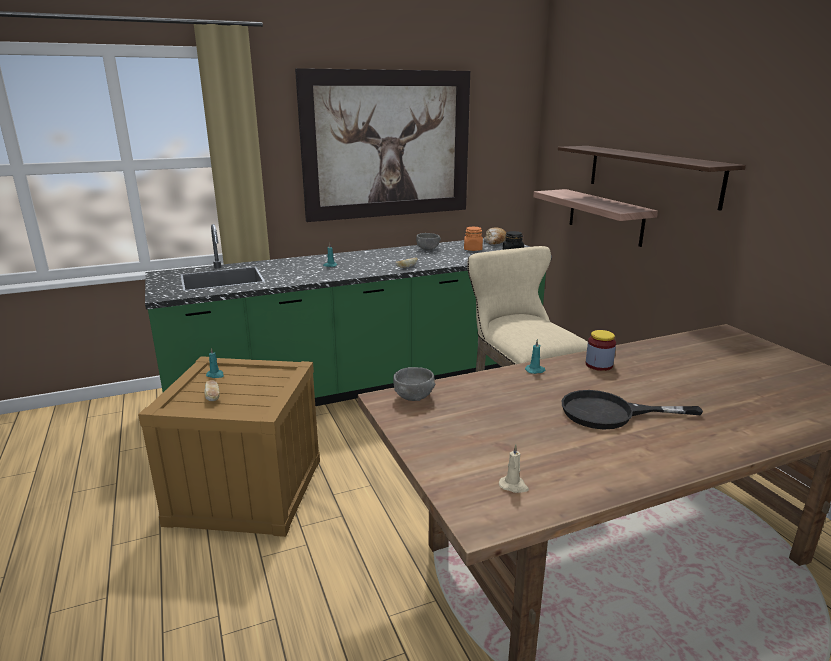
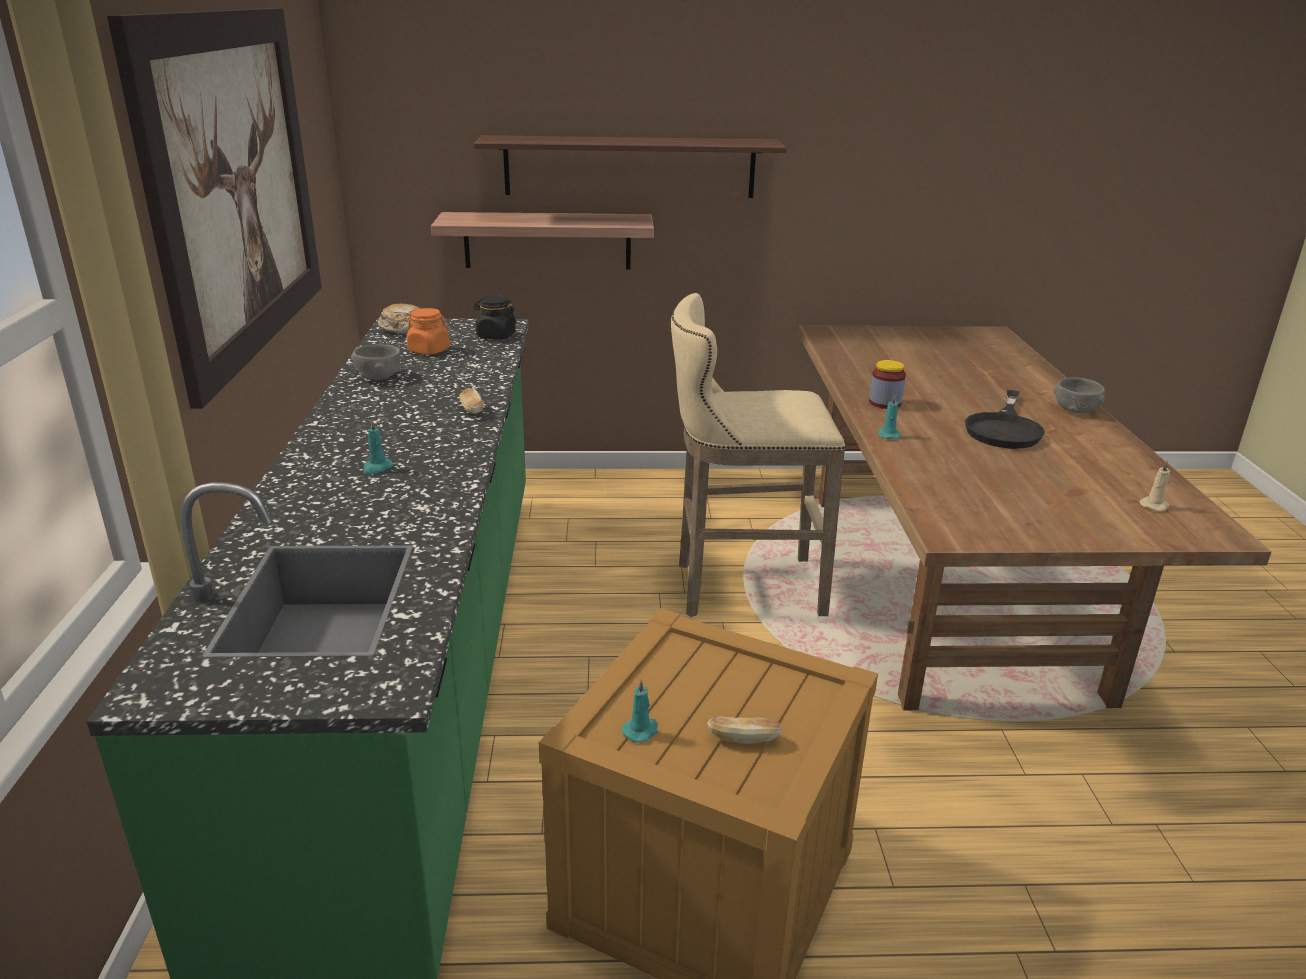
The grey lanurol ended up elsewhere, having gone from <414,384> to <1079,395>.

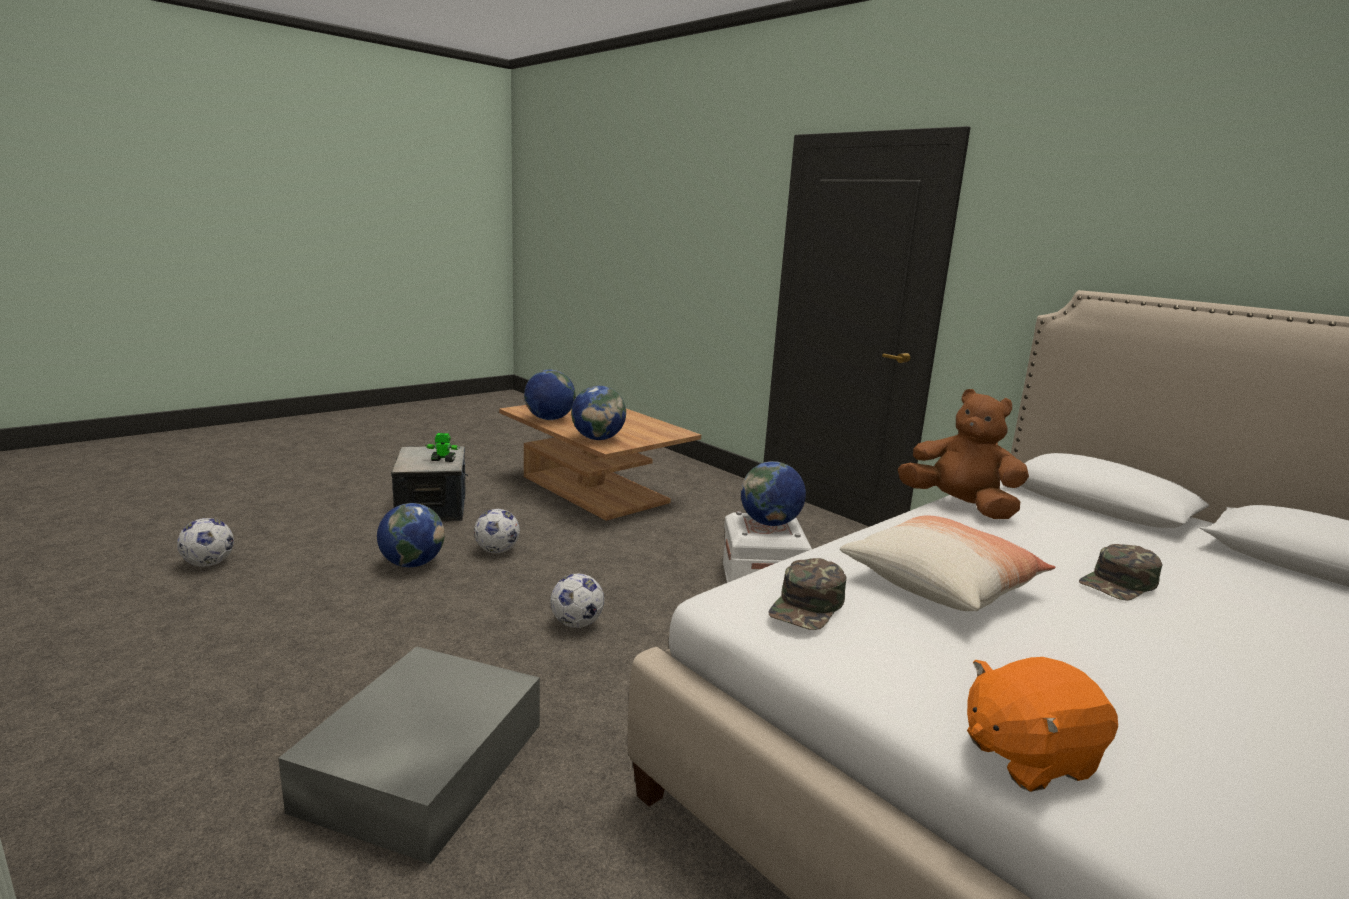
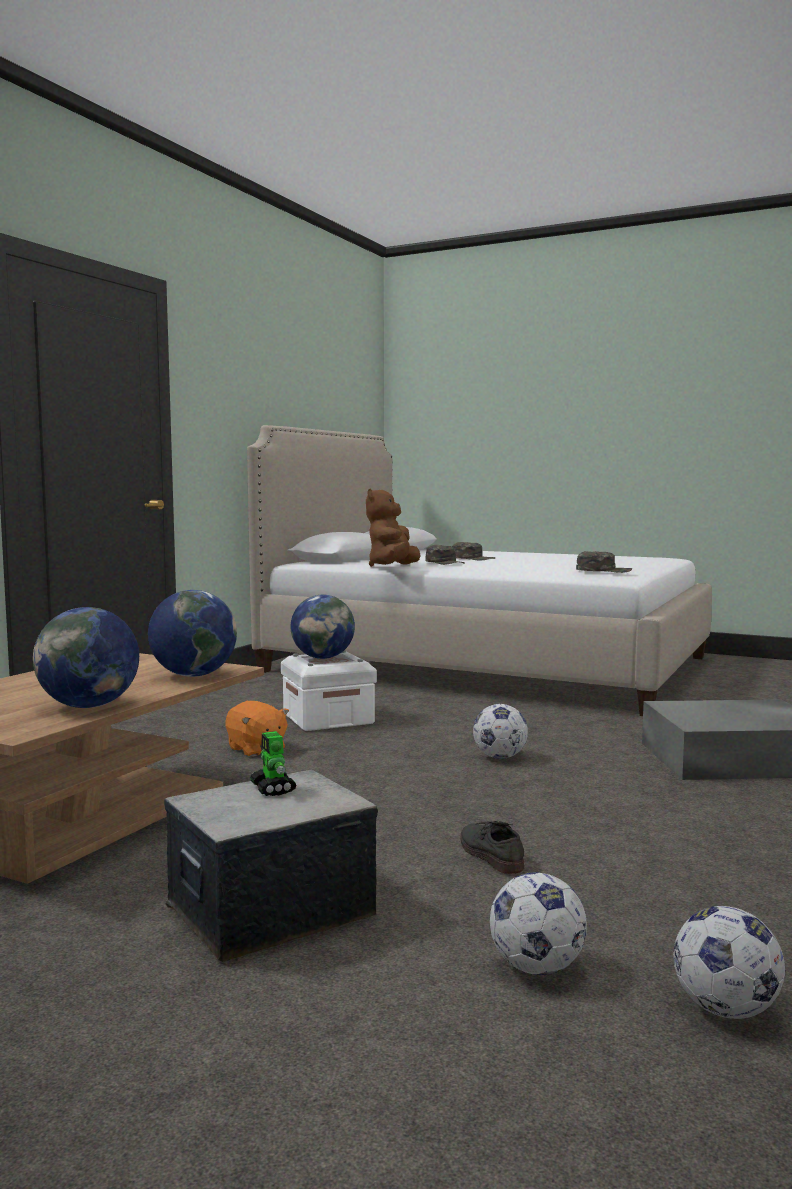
The second view lost the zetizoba at <948,563>. The second view gained the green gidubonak at <444,555>. The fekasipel ended up elsewhere, having gone from <497,531> to <538,923>. The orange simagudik ended up elsewhere, having gone from <1042,724> to <257,729>. Where the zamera stood at <411,535>, the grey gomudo came to stand at <492,847>.

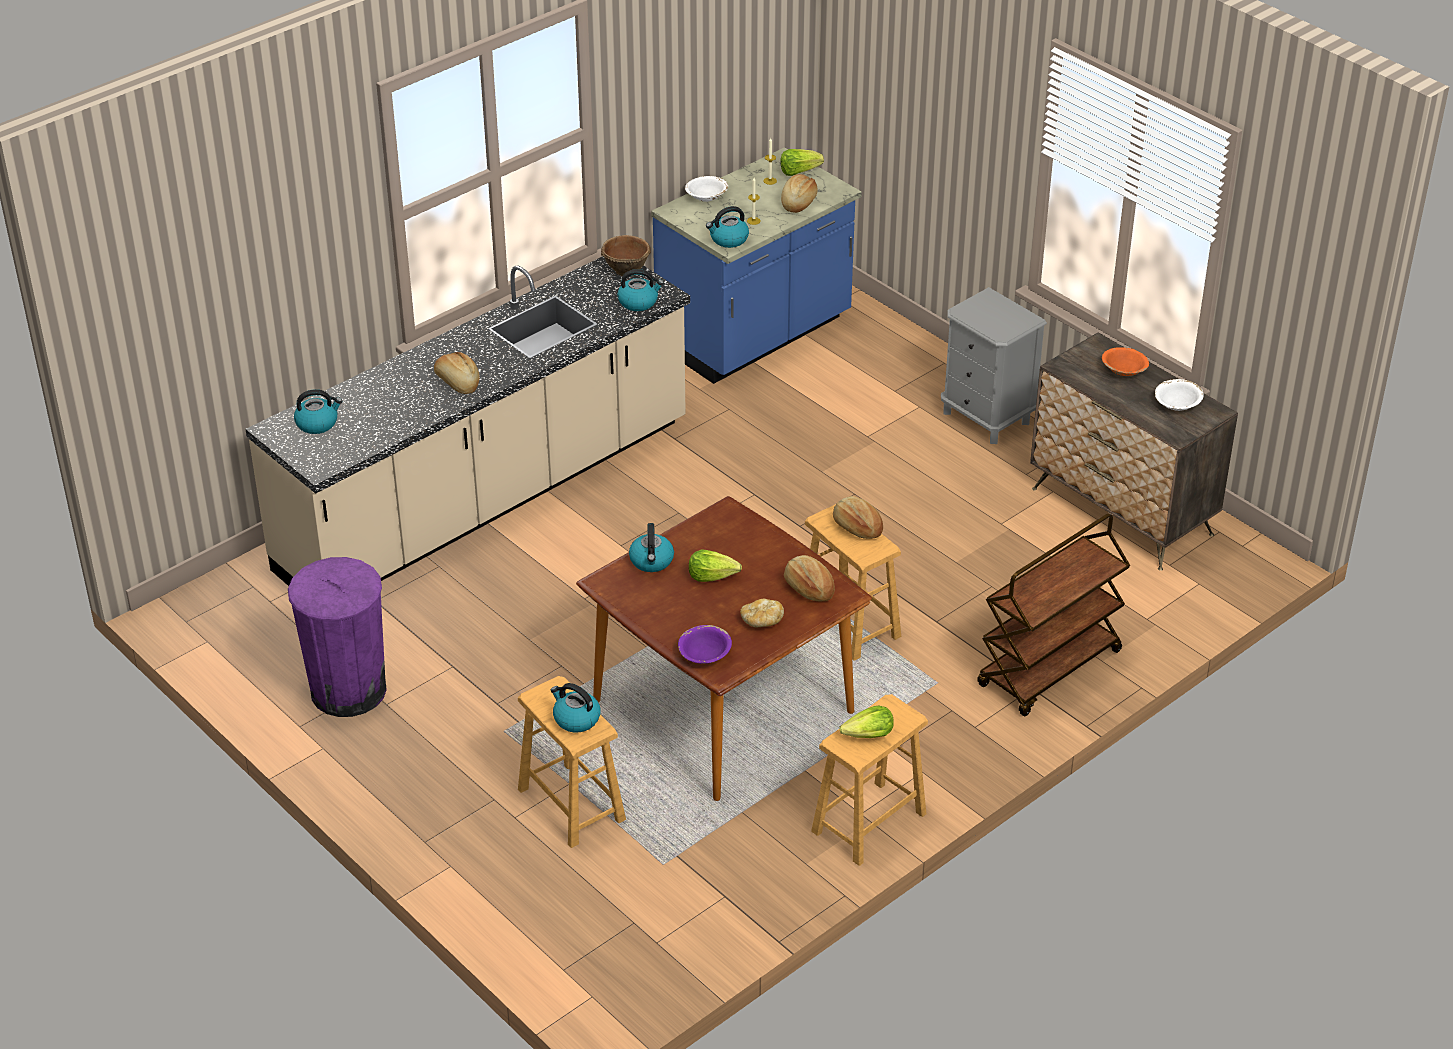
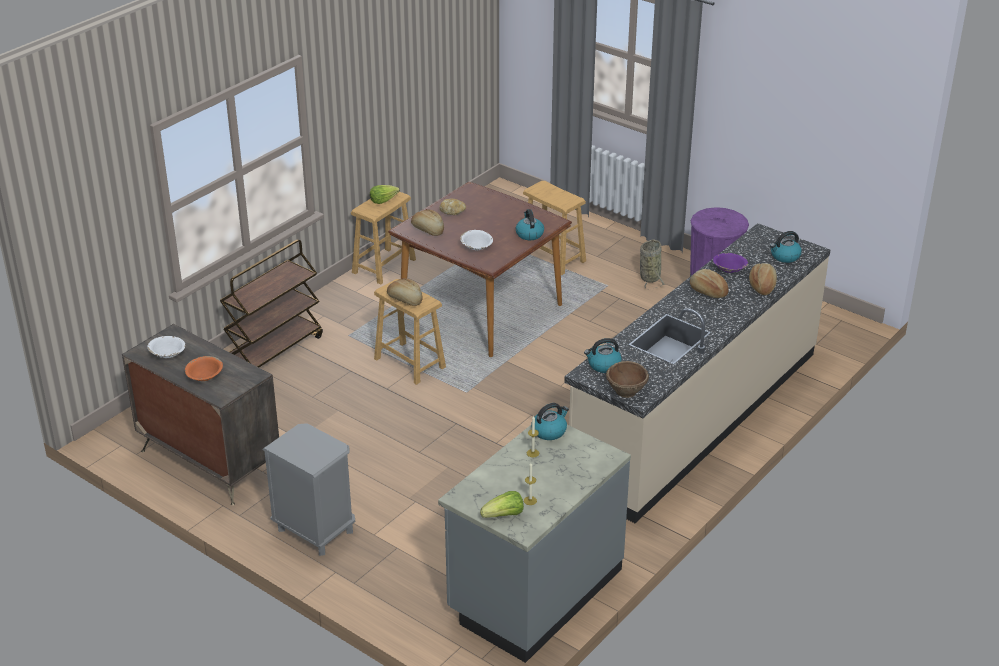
The second view lost the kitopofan at <575,707>. The second view lost the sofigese at <715,565>. The second view gained the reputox at <652,264>. The purple lanurol ended up elsewhere, having gone from <705,644> to <730,263>. The white lanurol ended up elsewhere, having gone from <706,189> to <476,240>. The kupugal ended up elsewhere, having gone from <799,193> to <763,279>. What was the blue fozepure at <756,265> turned into the grey fozepure at <534,544>.

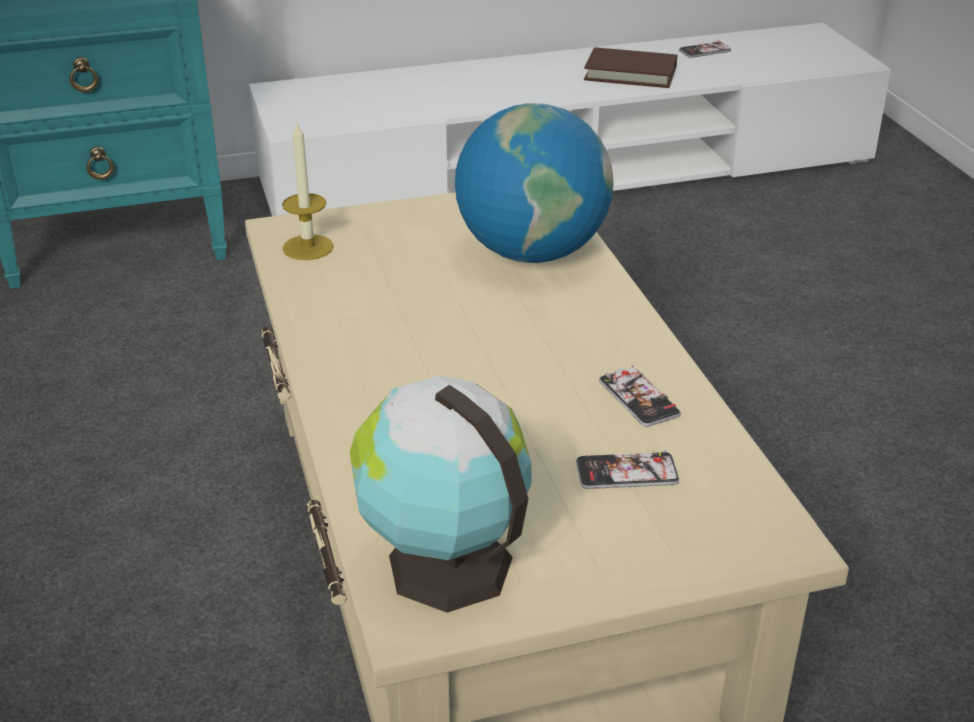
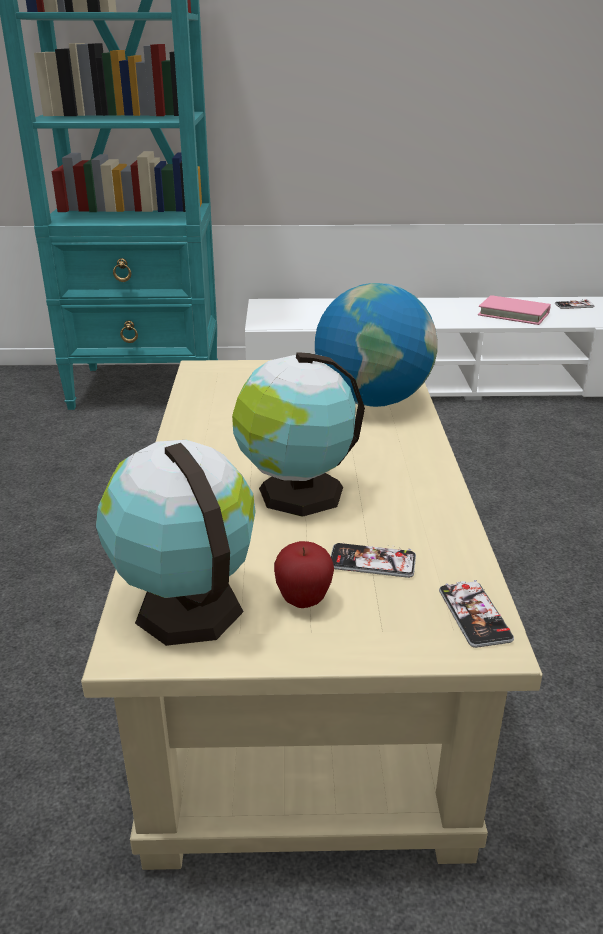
The second view lost the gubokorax at <308,191>. The second view gained the zamera at <298,434>. The second view gained the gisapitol at <304,574>. The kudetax ended up elsewhere, having gone from <640,396> to <476,614>. What was the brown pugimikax at <630,67> turned into the pink pugimikax at <514,310>.

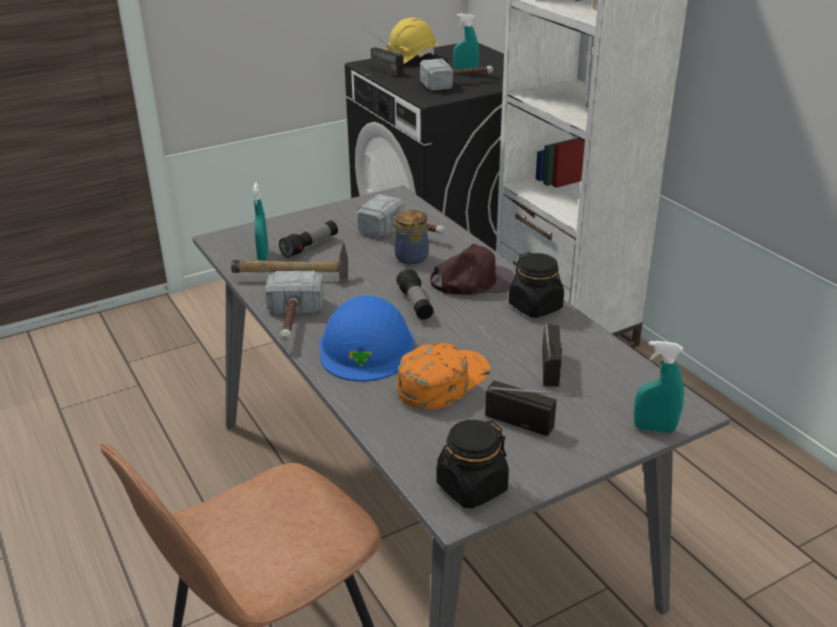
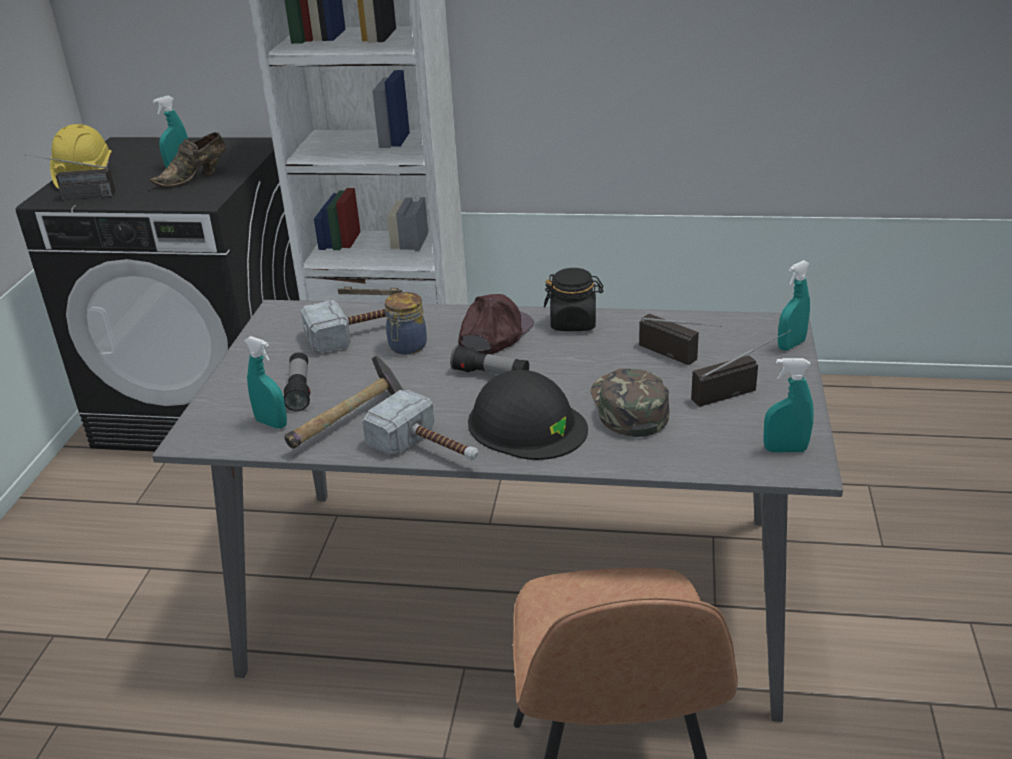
Where the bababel stood at <456,74>, the brown gomudo came to stand at <188,159>. Where the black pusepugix stood at <472,464>, the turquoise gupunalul came to stand at <789,405>. What was the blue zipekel at <366,339> turned into the black zipekel at <528,415>. What was the orange gidubonak at <443,376> turned into the green gidubonak at <629,402>.

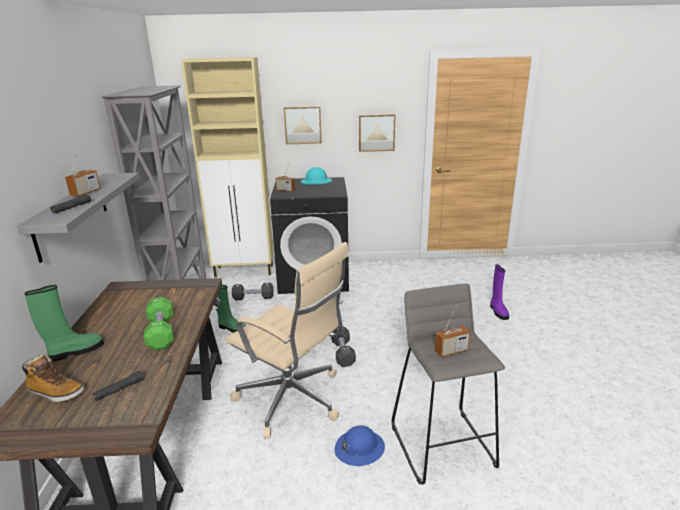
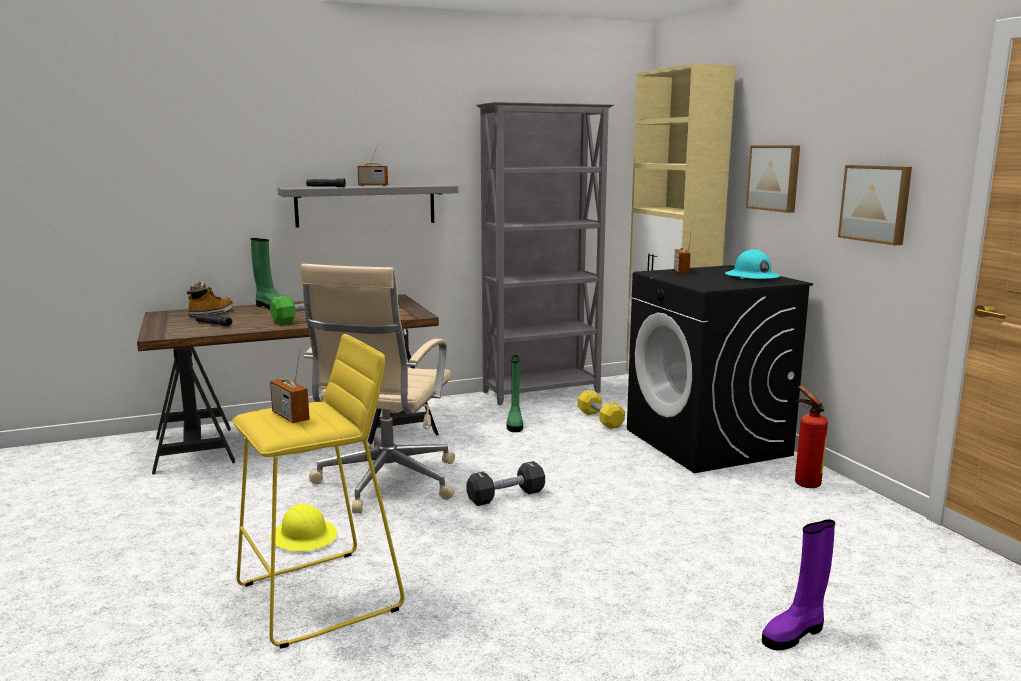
The second view gained the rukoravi at <811,436>. What was the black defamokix at <253,292> turned into the yellow defamokix at <601,409>. What was the blue zipekel at <359,445> turned into the yellow zipekel at <303,528>. What was the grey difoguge at <448,384> turned into the yellow difoguge at <318,491>. The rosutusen at <53,378> ended up facing another way, 150 degrees counterclockwise from before.

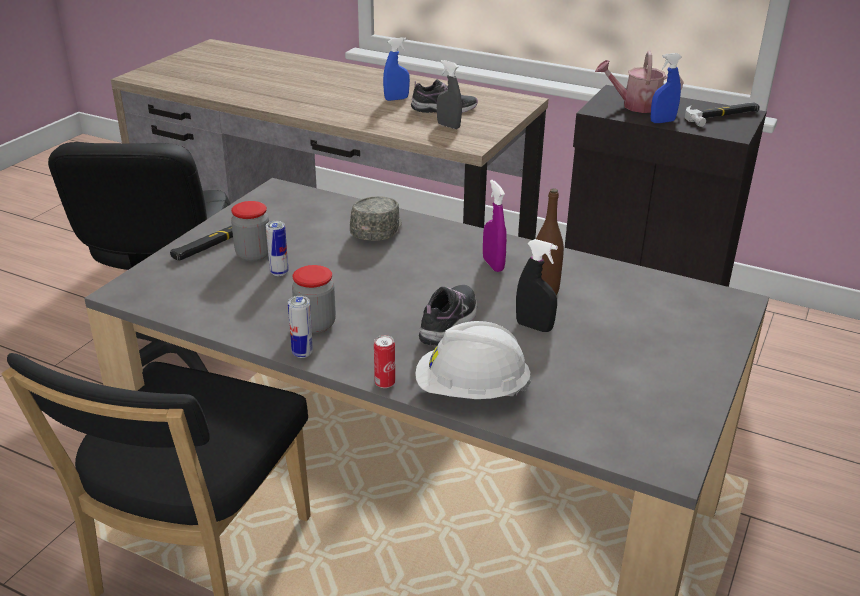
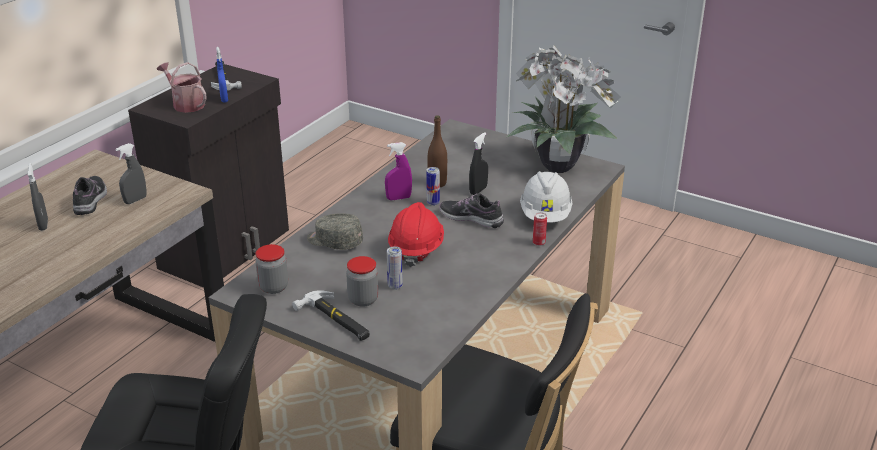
The second view gained the red zipekel at <416,234>. The second view gained the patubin at <564,109>. The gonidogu ended up elsewhere, having gone from <300,327> to <433,186>. The pusepugix ended up elsewhere, having gone from <314,299> to <271,269>. What was the blue gupunalul at <396,69> turned into the grey gupunalul at <38,197>. The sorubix at <639,82> ended up facing another way, 120 degrees clockwise from before.

